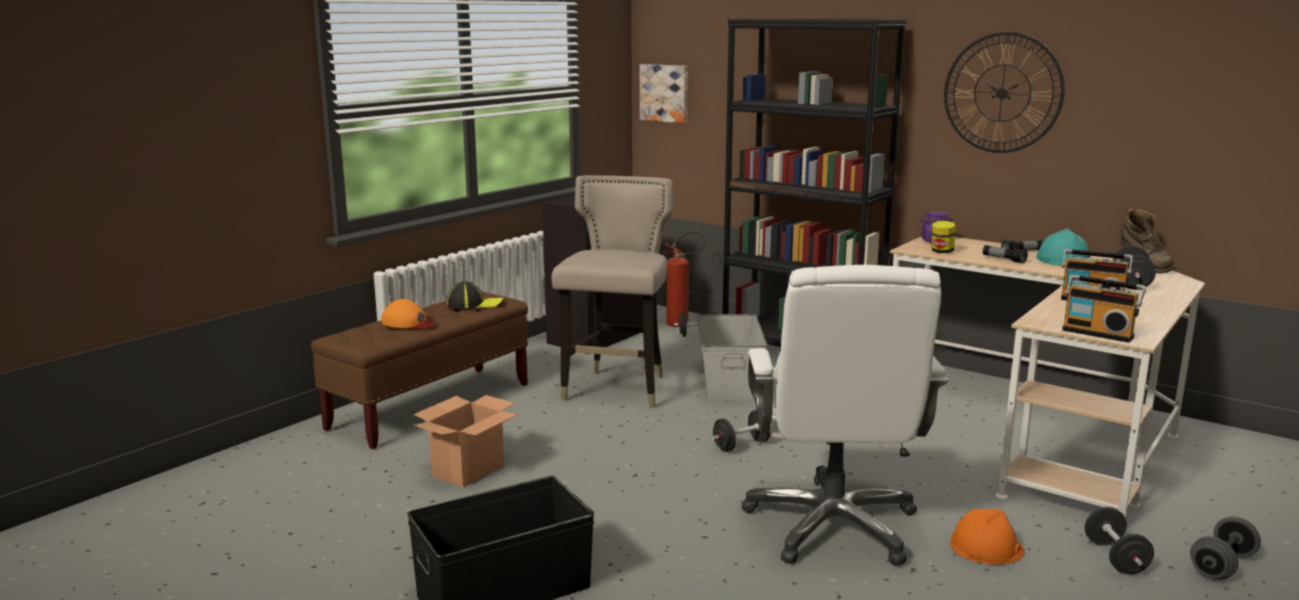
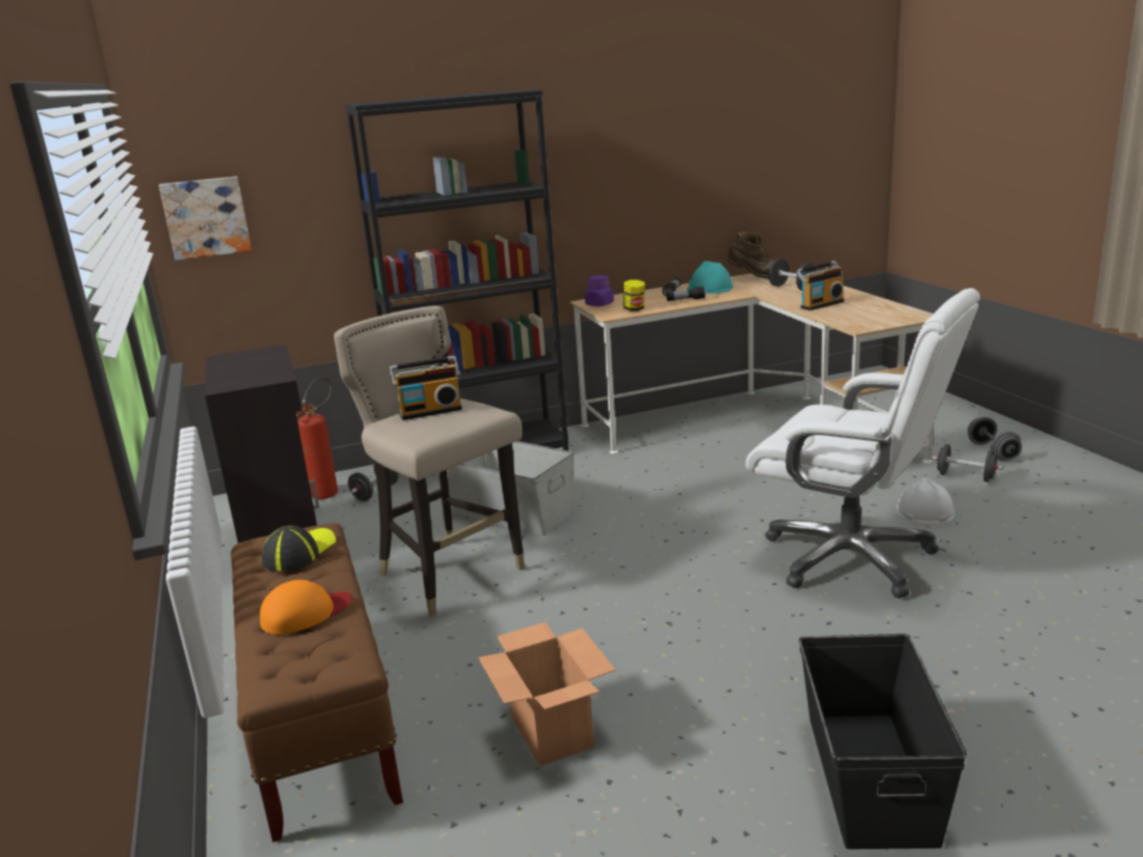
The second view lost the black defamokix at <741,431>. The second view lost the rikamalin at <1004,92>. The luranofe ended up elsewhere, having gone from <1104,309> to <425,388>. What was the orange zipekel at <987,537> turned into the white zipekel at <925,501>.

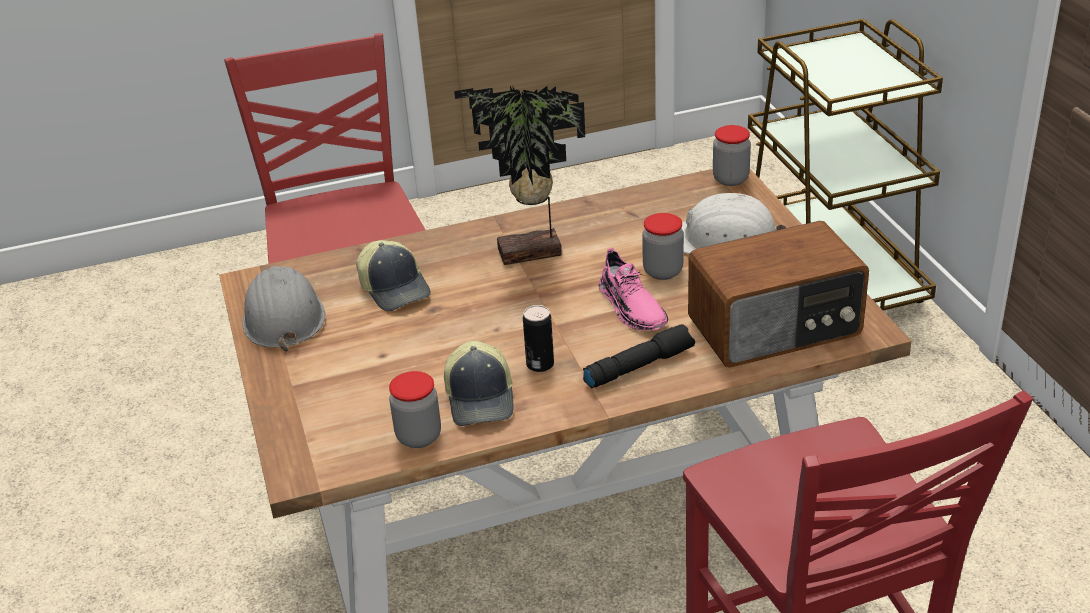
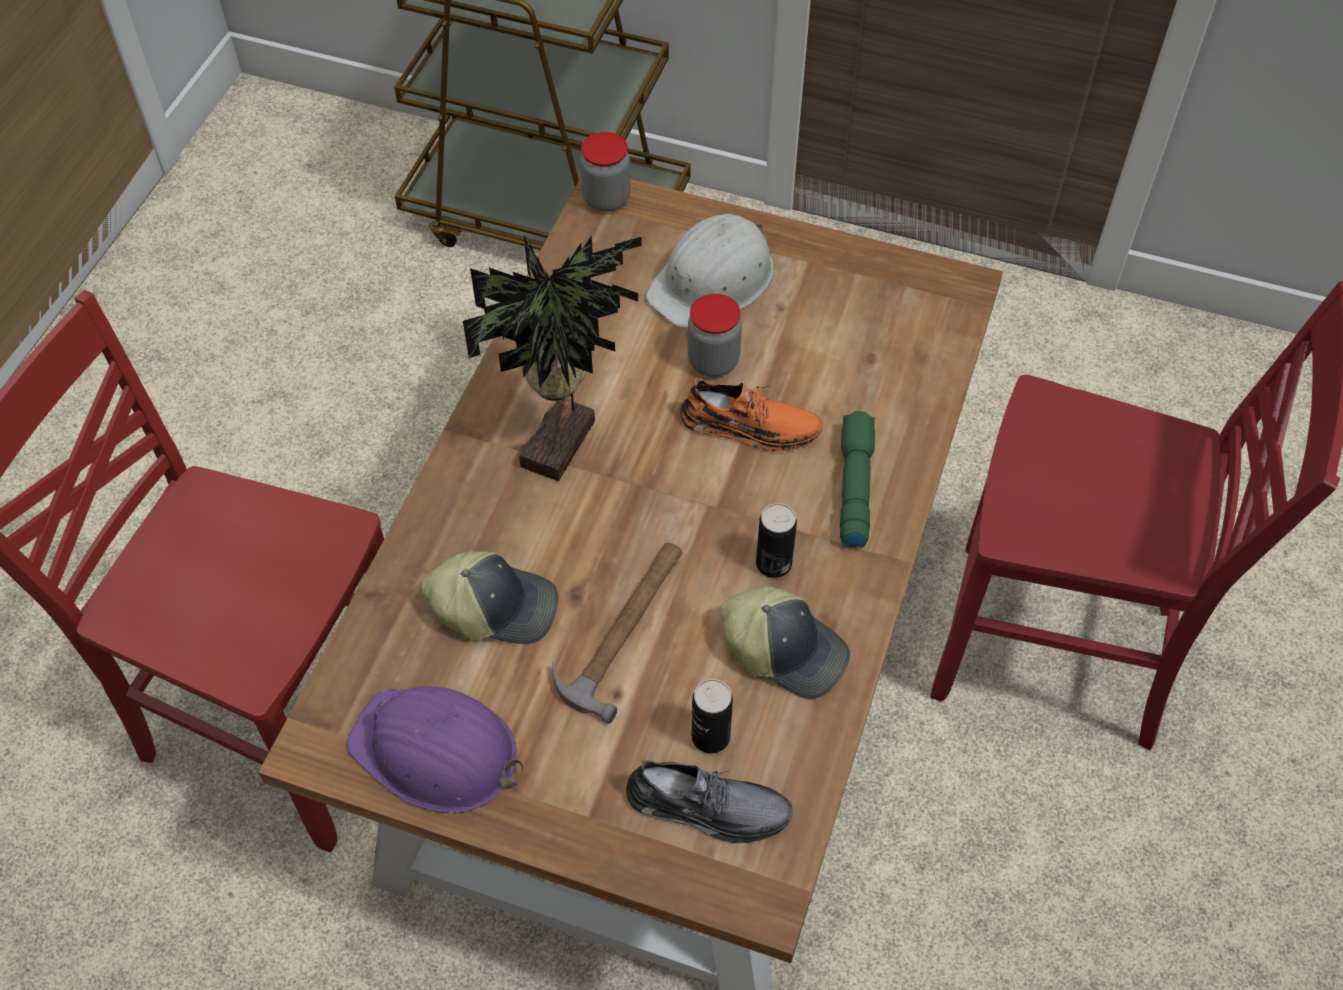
The second view lost the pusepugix at <415,409>. The second view lost the luranofe at <778,294>. The second view gained the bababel at <617,633>. The second view gained the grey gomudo at <709,801>. The second view gained the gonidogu at <712,716>. What was the grey zipekel at <284,309> turned into the purple zipekel at <435,750>. What was the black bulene at <639,356> turned into the green bulene at <857,479>. What was the pink gomudo at <633,289> turned into the orange gomudo at <751,415>.

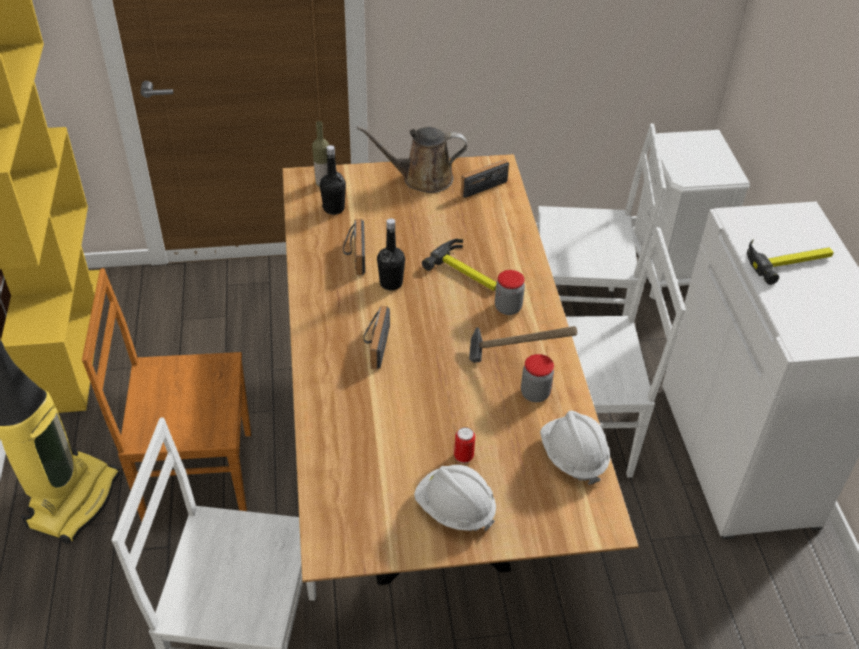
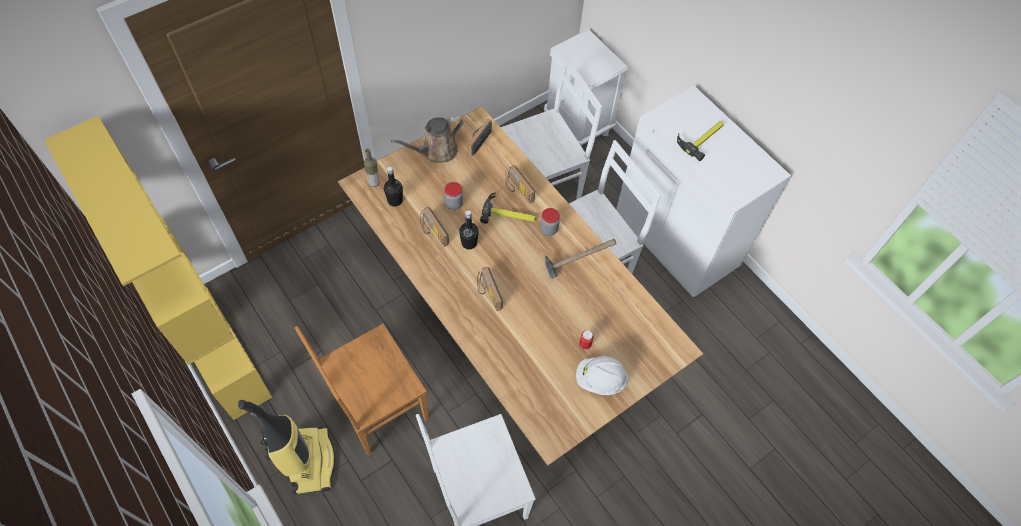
The second view lost the white zipekel at <575,447>. The second view gained the luranofe at <520,184>. The pusepugix ended up elsewhere, having gone from <537,378> to <453,196>.

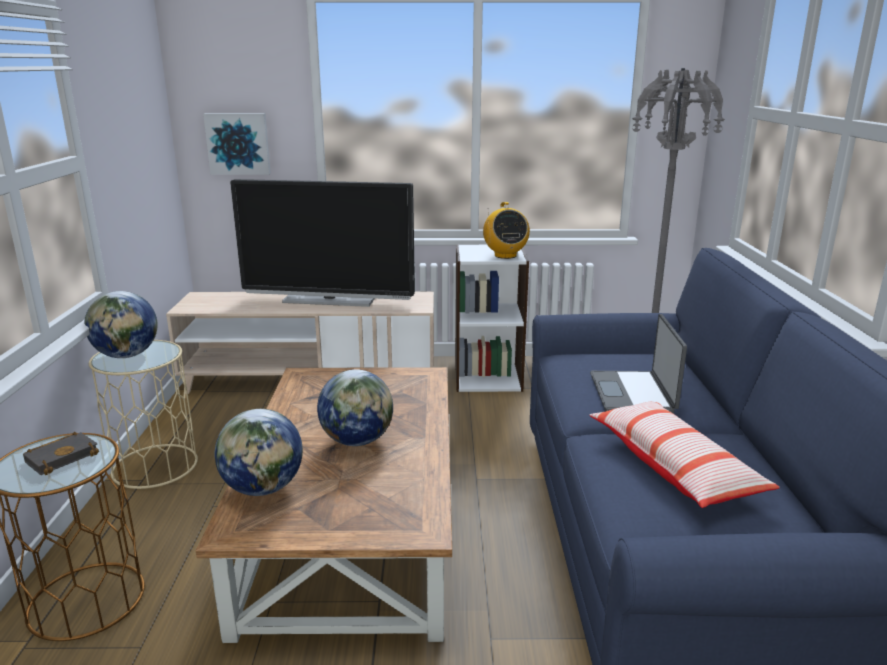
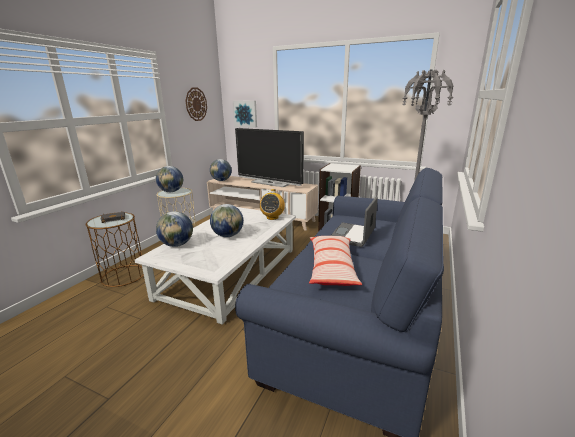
The second view gained the rikamalin at <196,104>. The second view gained the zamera at <221,170>. The luranofe ended up elsewhere, having gone from <506,230> to <272,204>. What was the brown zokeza at <324,505> turned into the white zokeza at <215,266>.

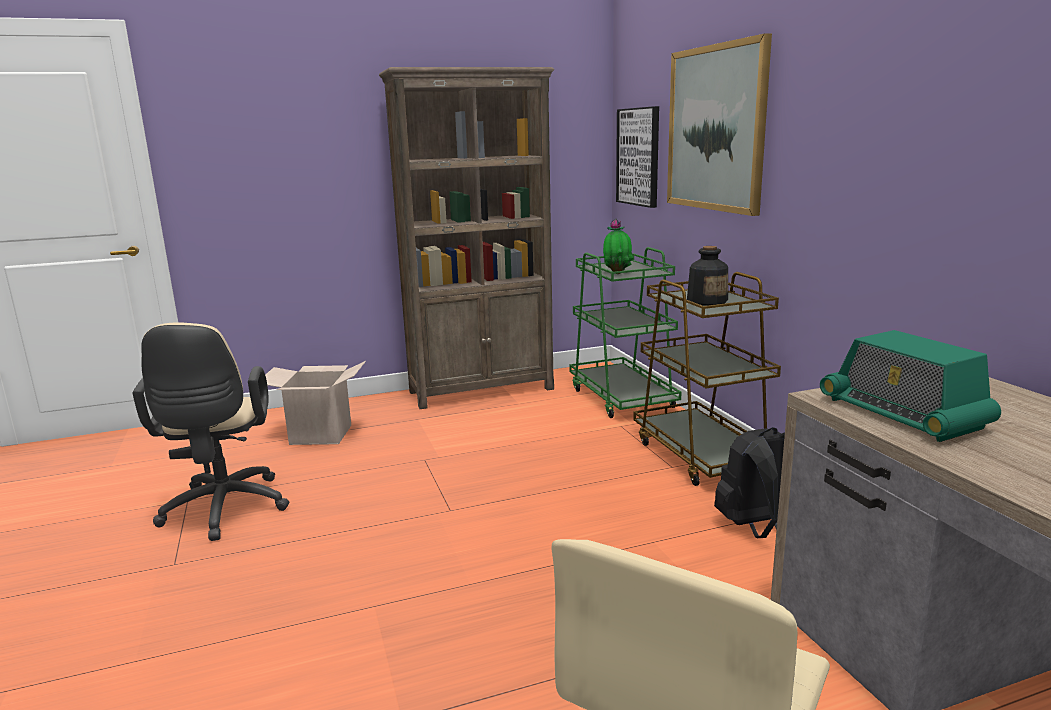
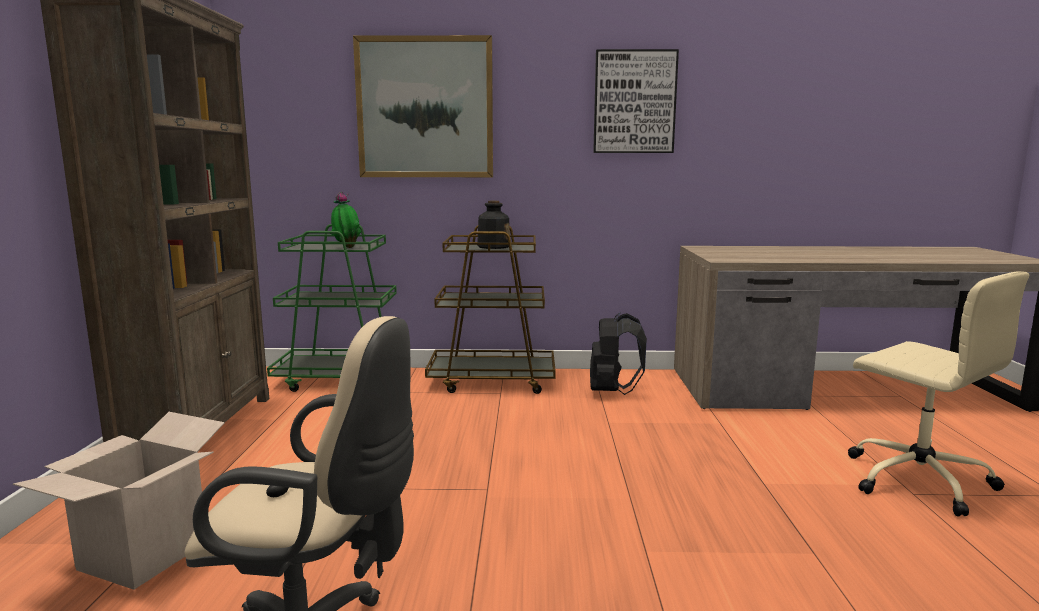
The second view lost the luranofe at <910,386>. The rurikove ended up elsewhere, having gone from <637,157> to <636,101>.

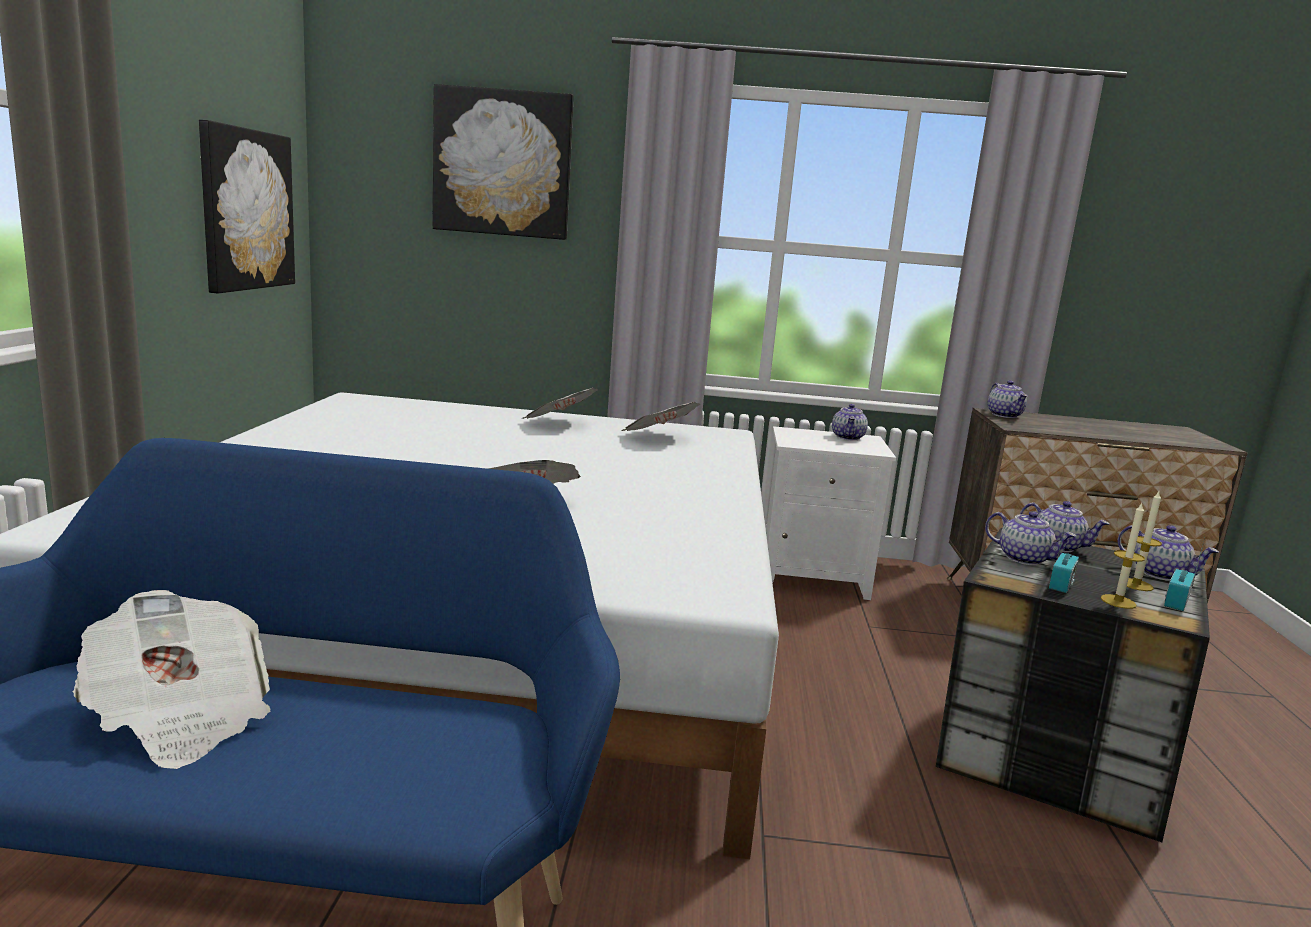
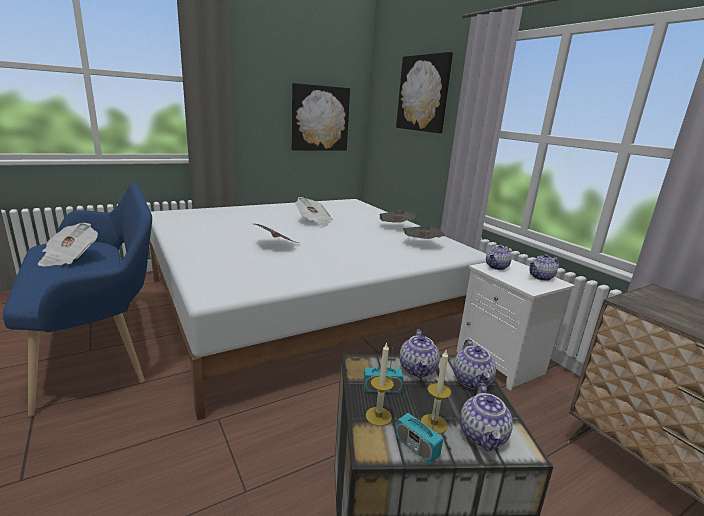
The second view gained the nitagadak at <314,212>. The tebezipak ended up elsewhere, having gone from <1008,399> to <499,257>. The luranofe at <1184,574> ended up facing another way, 135 degrees counterclockwise from before.

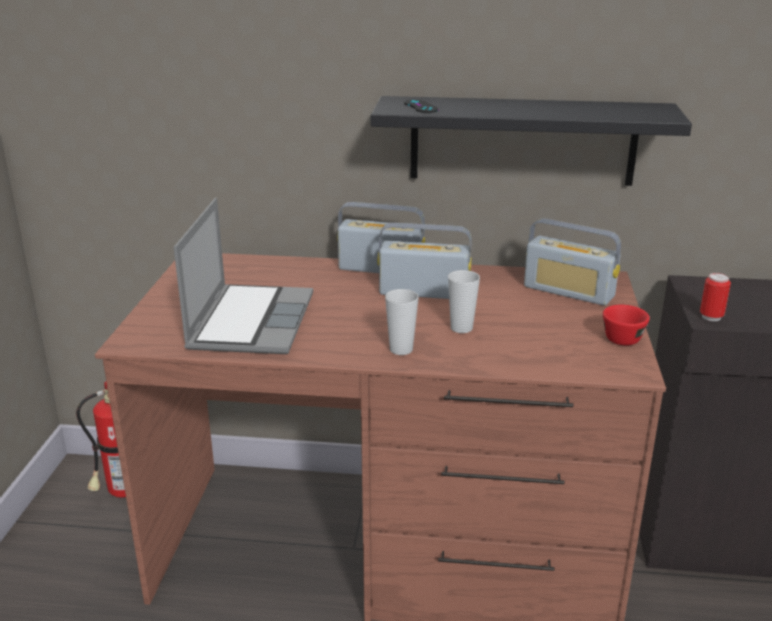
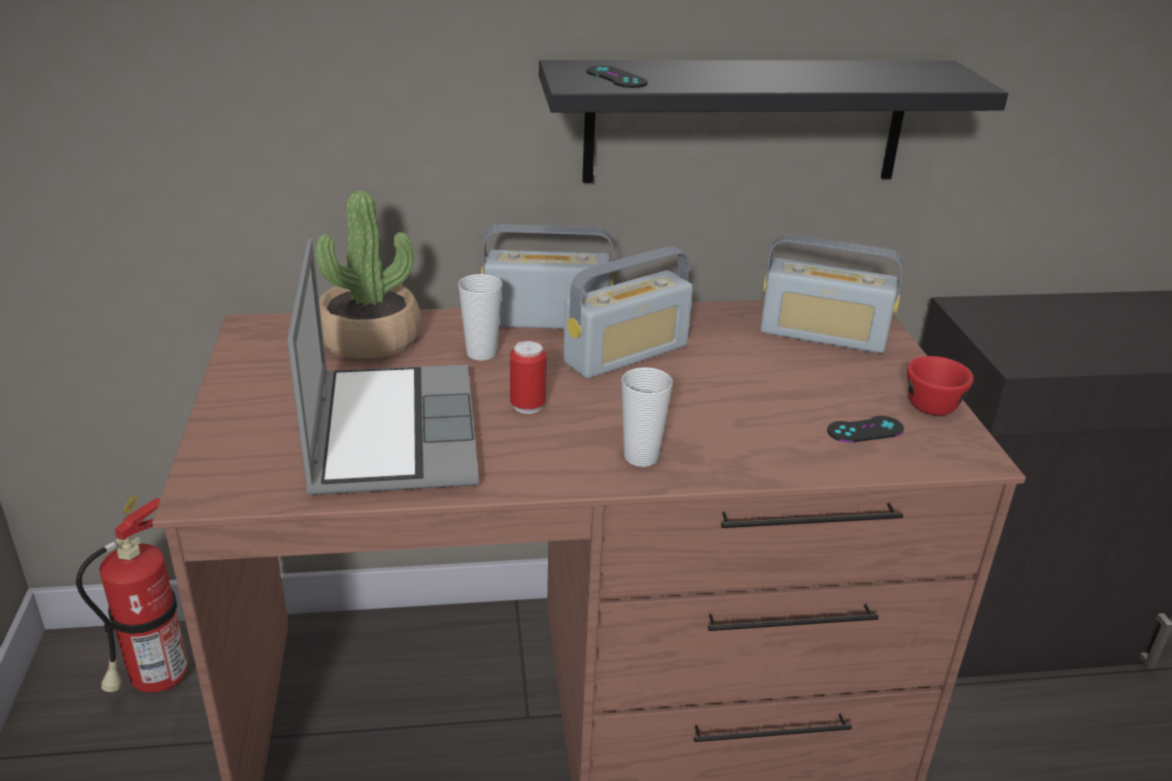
The second view gained the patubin at <368,275>. The second view gained the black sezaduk at <865,429>. The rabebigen ended up elsewhere, having gone from <464,301> to <480,317>. The gonidogu ended up elsewhere, having gone from <715,297> to <528,377>. The luranofe at <424,261> ended up facing another way, 150 degrees clockwise from before.

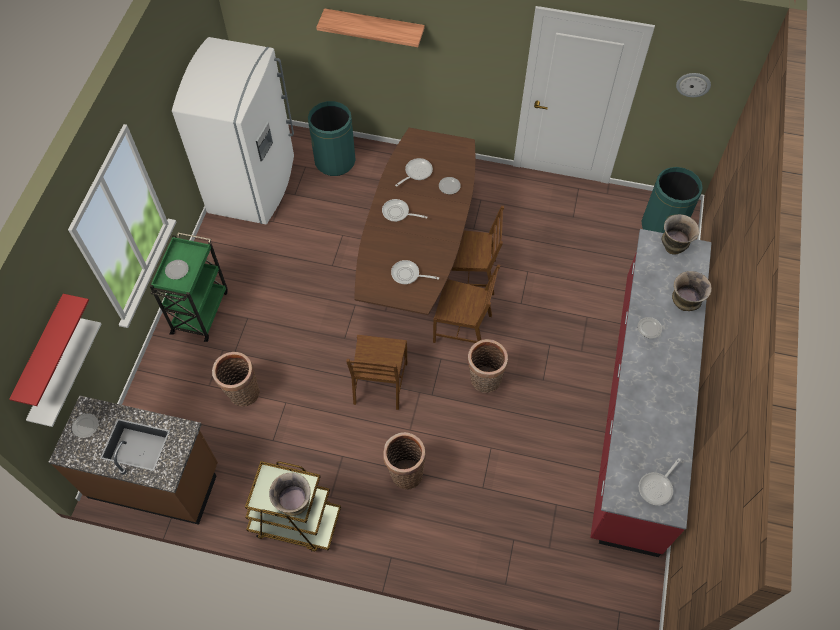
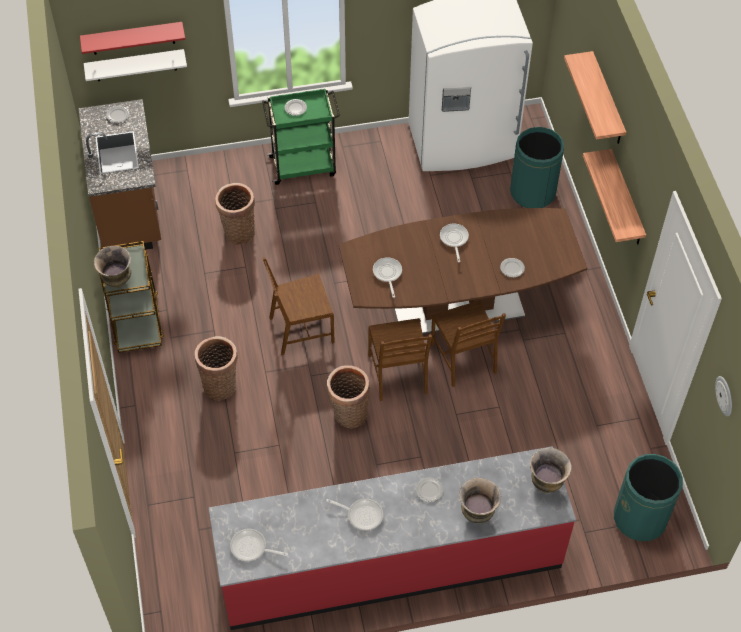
The second view gained the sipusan at <614,196>. The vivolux ended up elsewhere, having gone from <414,172> to <354,514>.

